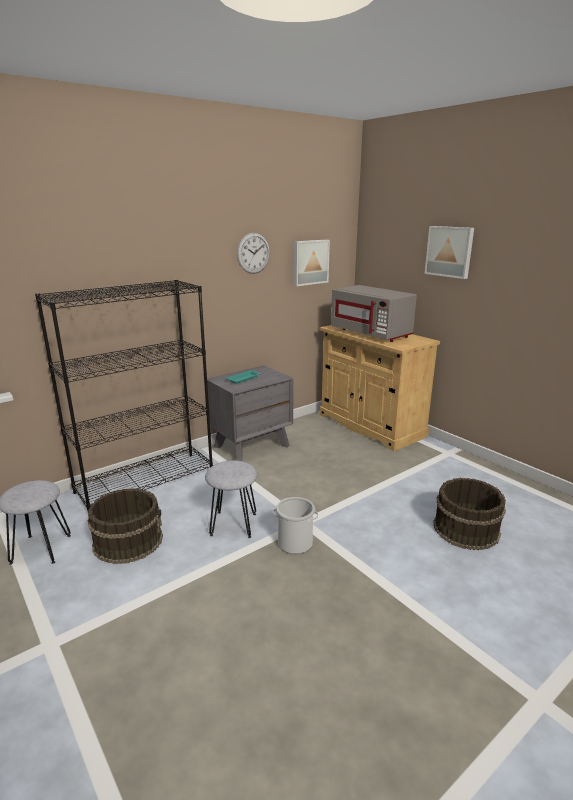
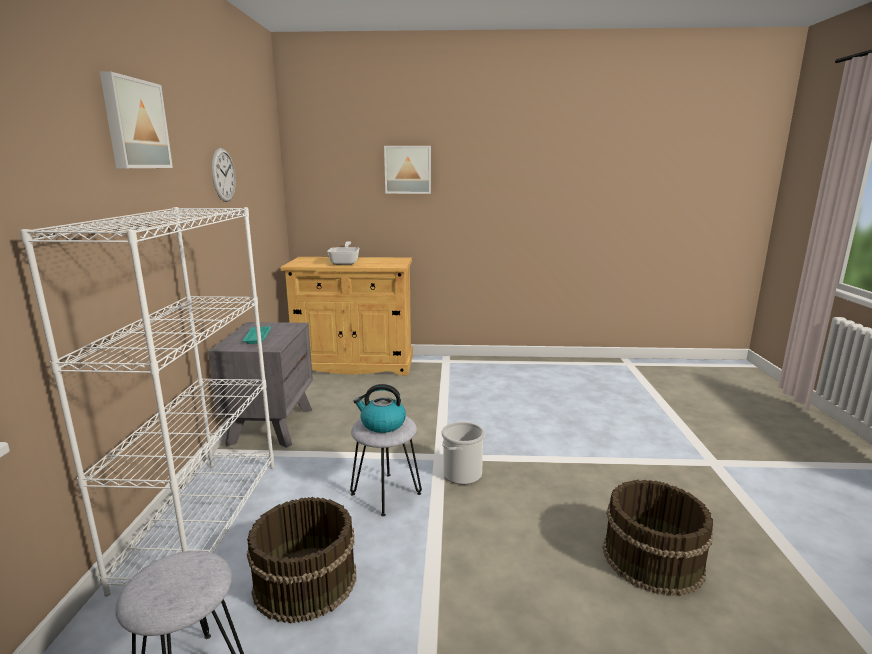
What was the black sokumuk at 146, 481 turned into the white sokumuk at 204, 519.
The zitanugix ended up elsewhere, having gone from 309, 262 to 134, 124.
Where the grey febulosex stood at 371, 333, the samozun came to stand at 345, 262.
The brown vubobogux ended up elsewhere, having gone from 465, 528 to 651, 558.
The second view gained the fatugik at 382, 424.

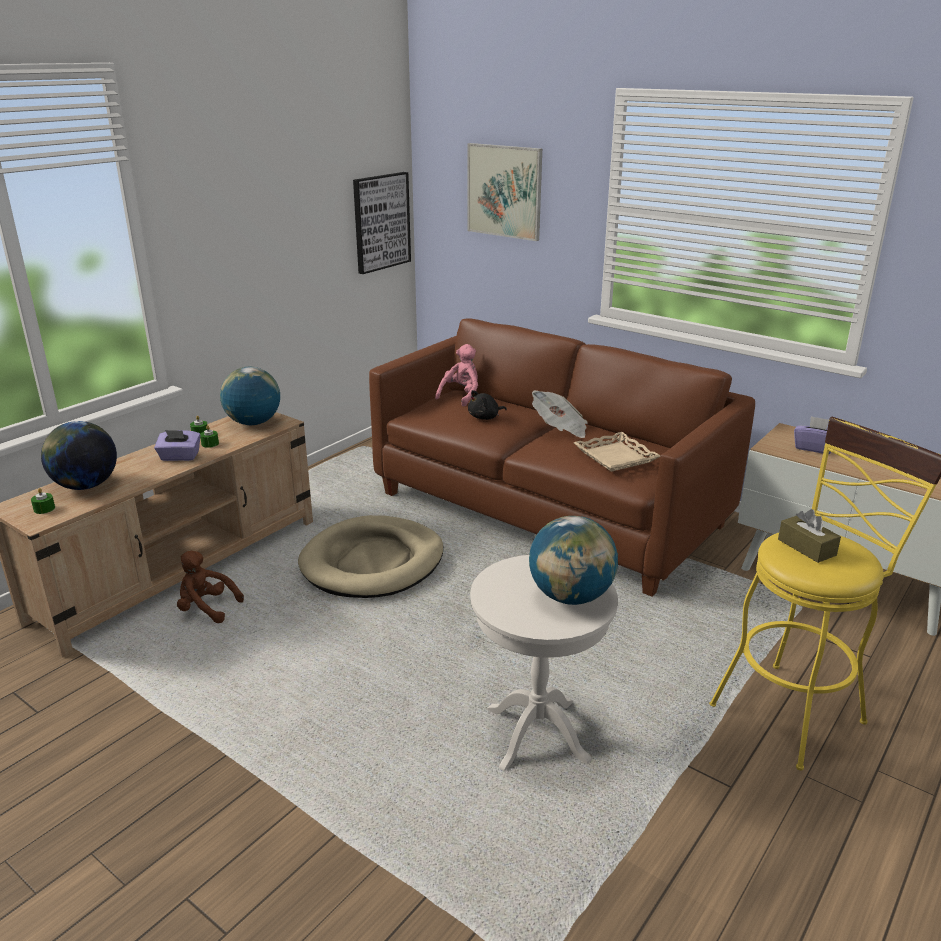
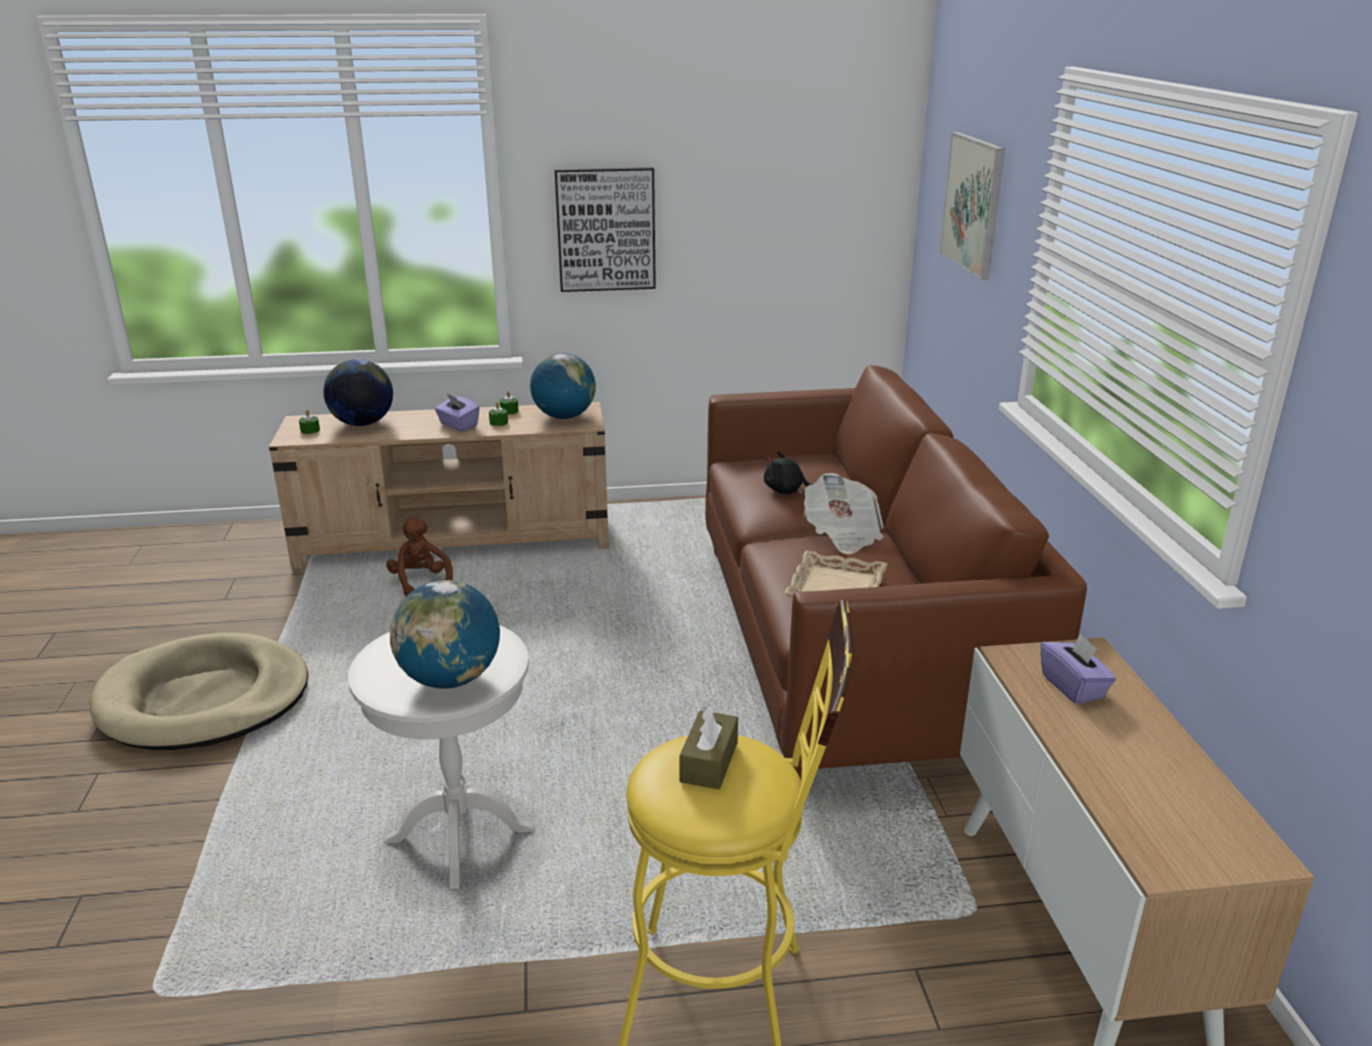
The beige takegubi ended up elsewhere, having gone from 373, 562 to 204, 699.
The zitanugix ended up elsewhere, having gone from 381, 222 to 606, 229.
The second view lost the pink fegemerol at 461, 396.

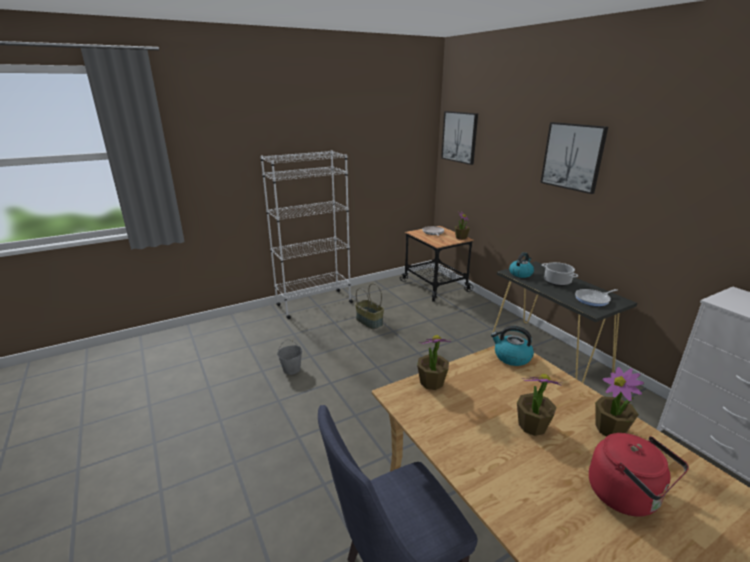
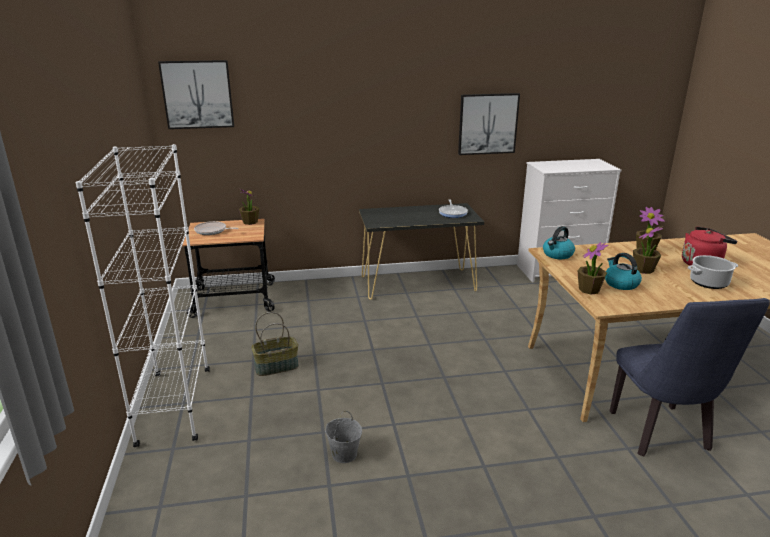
The fatugik ended up elsewhere, having gone from 520, 273 to 620, 283.
The zitanugix ended up elsewhere, having gone from 573, 156 to 487, 124.
The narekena ended up elsewhere, having gone from 557, 282 to 709, 282.

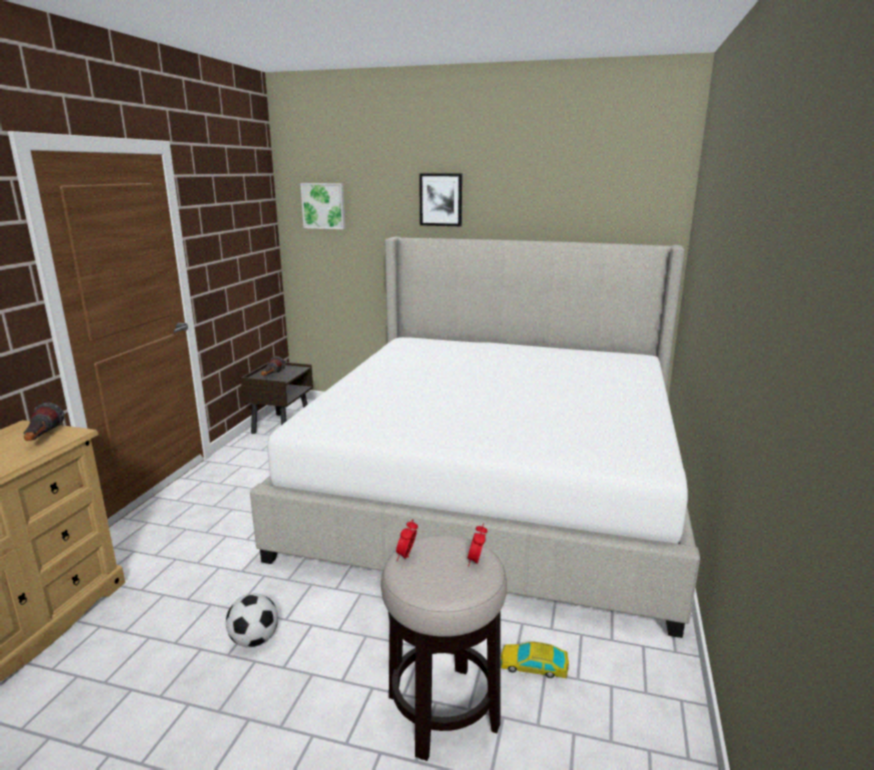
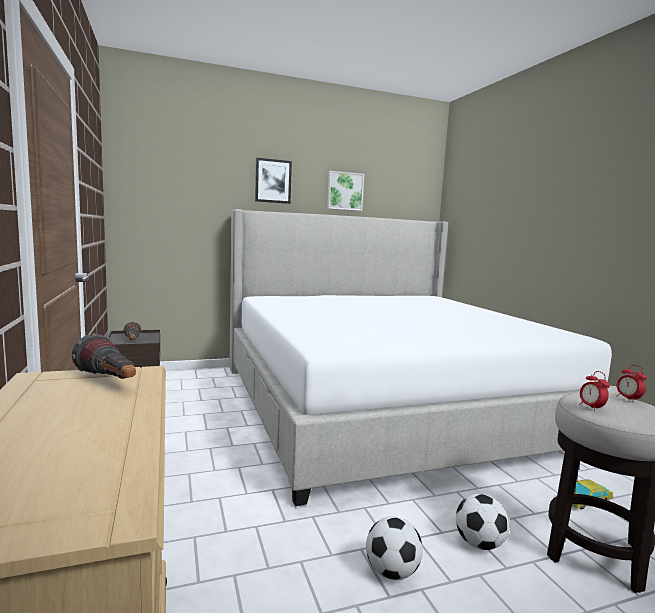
The zitanugix ended up elsewhere, having gone from 324, 206 to 345, 191.
The second view gained the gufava at 479, 544.

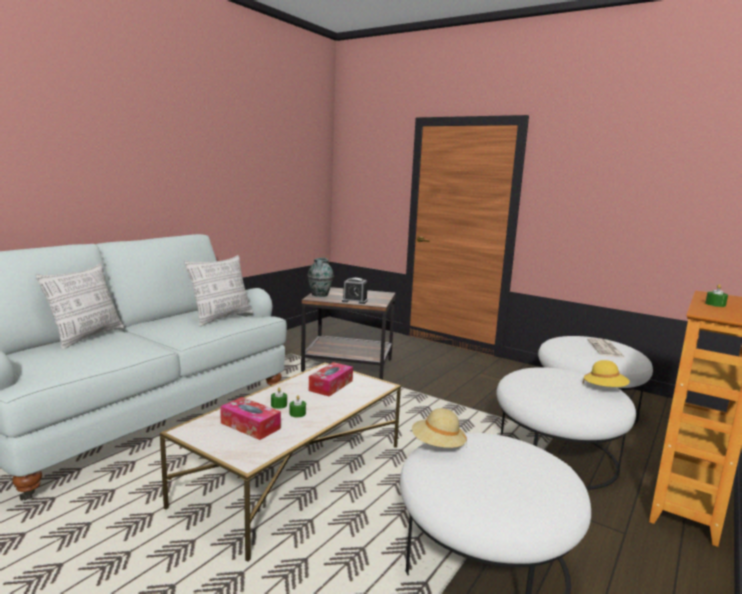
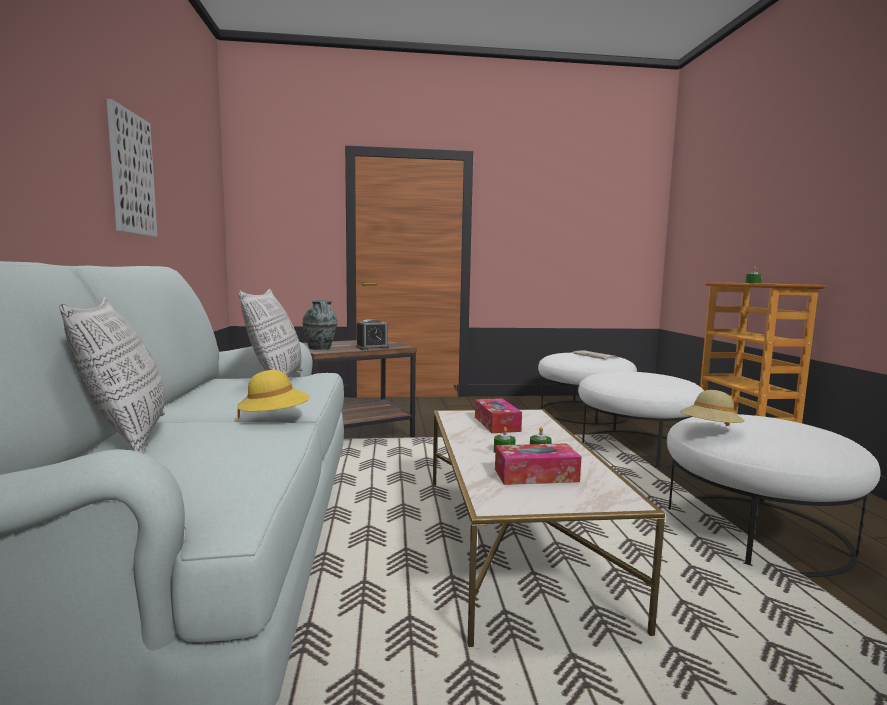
The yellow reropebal ended up elsewhere, having gone from 604, 389 to 274, 418.
The second view gained the zitanugix at 131, 173.

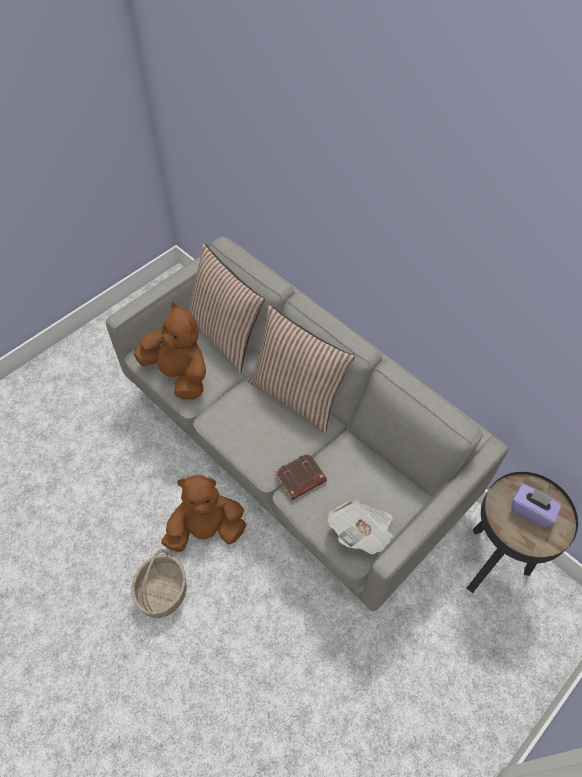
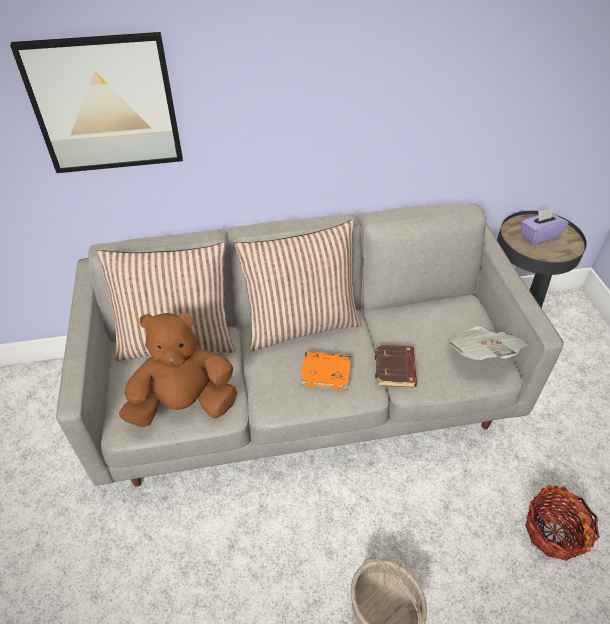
The second view lost the brown fegemerol at 206, 530.
The second view gained the zitanugix at 105, 105.
The second view gained the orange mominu at 326, 372.
The second view gained the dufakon at 553, 532.

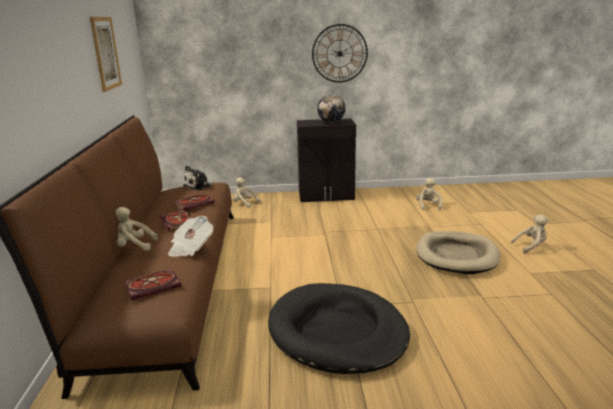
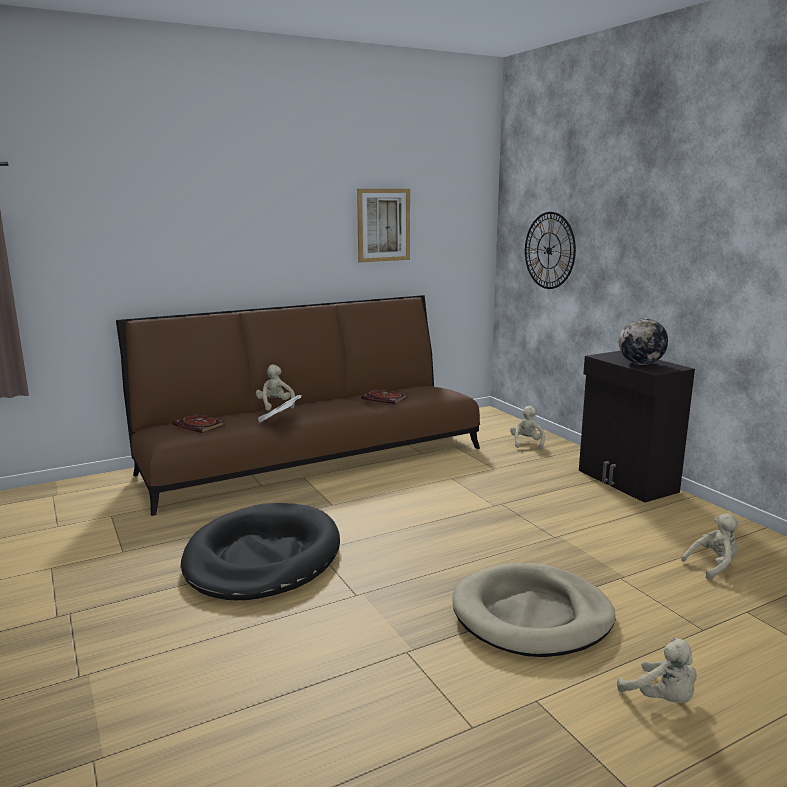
The second view lost the mominu at 178, 222.
The second view lost the fegemerol at 199, 186.
The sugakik ended up elsewhere, having gone from 339, 53 to 549, 250.

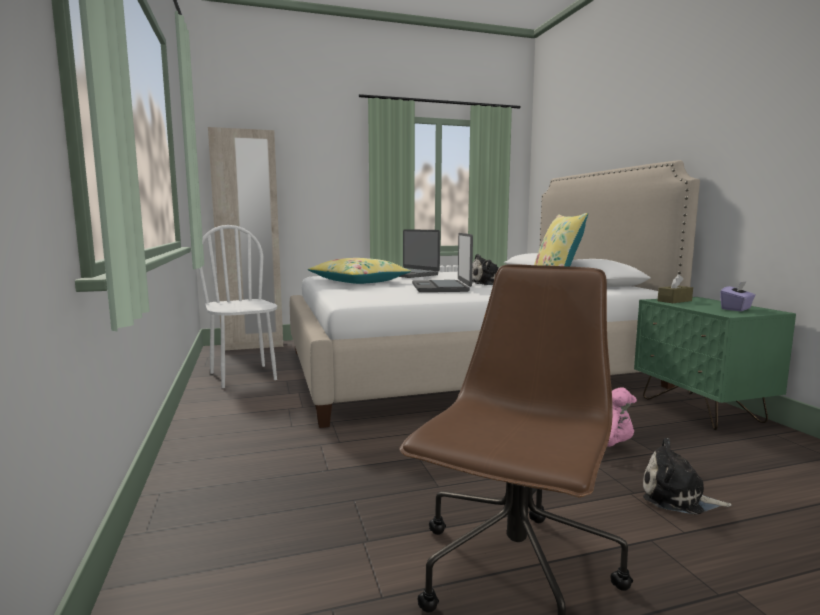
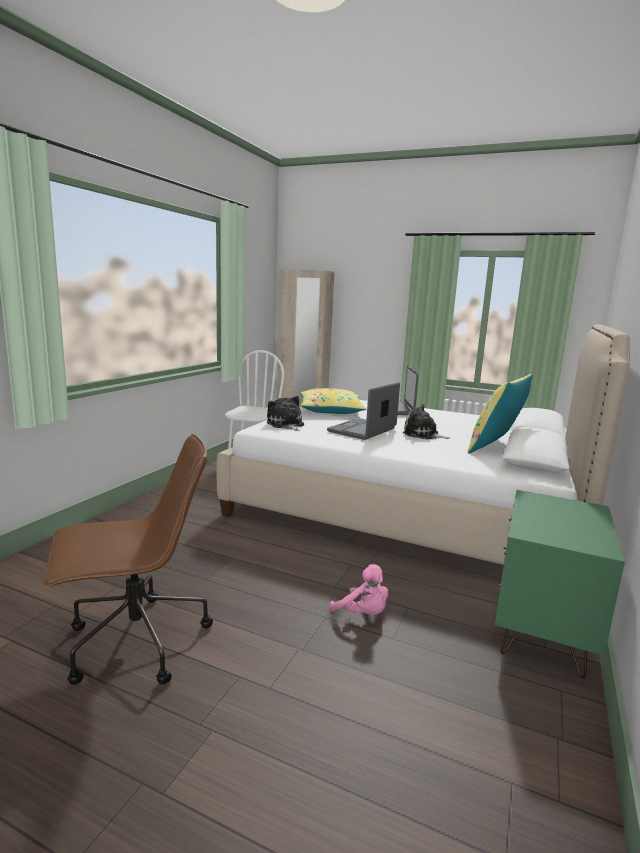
The fegemerol ended up elsewhere, having gone from 677, 498 to 286, 424.
The second view lost the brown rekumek at 674, 301.
The second view lost the purple rekumek at 736, 309.

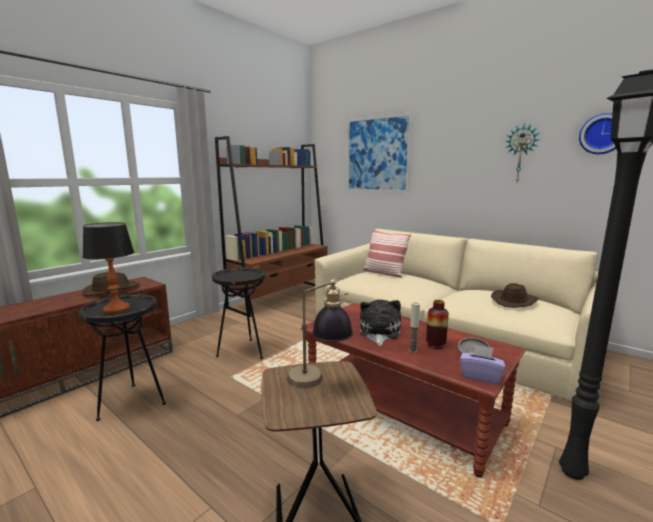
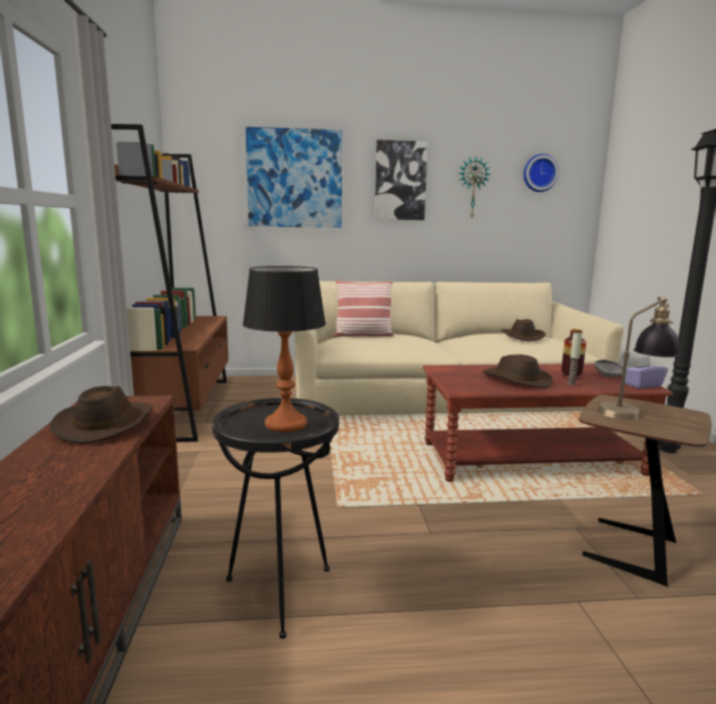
The second view lost the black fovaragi at 243, 351.
Where the fegemerol stood at 379, 332, the brown reropebal came to stand at 515, 380.
The second view gained the zitanugix at 400, 181.

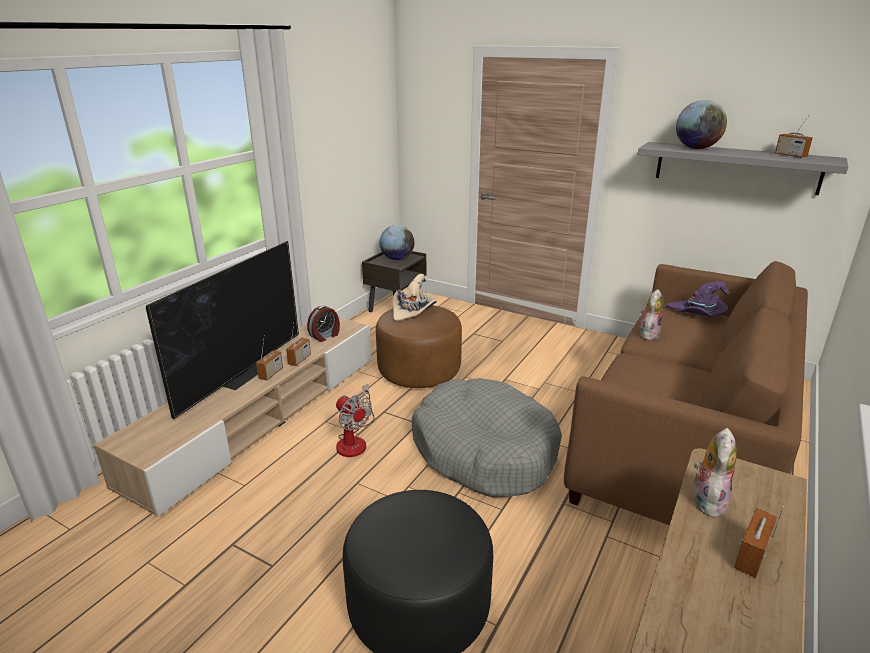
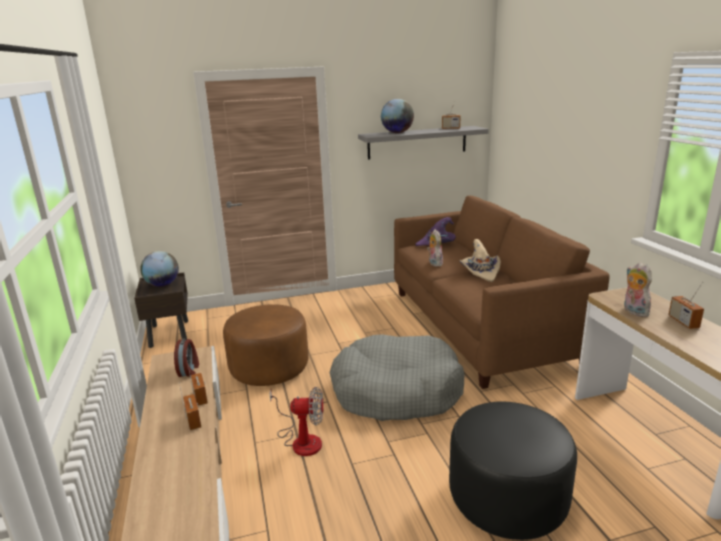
The second view lost the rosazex at 242, 374.
The beige reropebal ended up elsewhere, having gone from 413, 311 to 480, 272.

